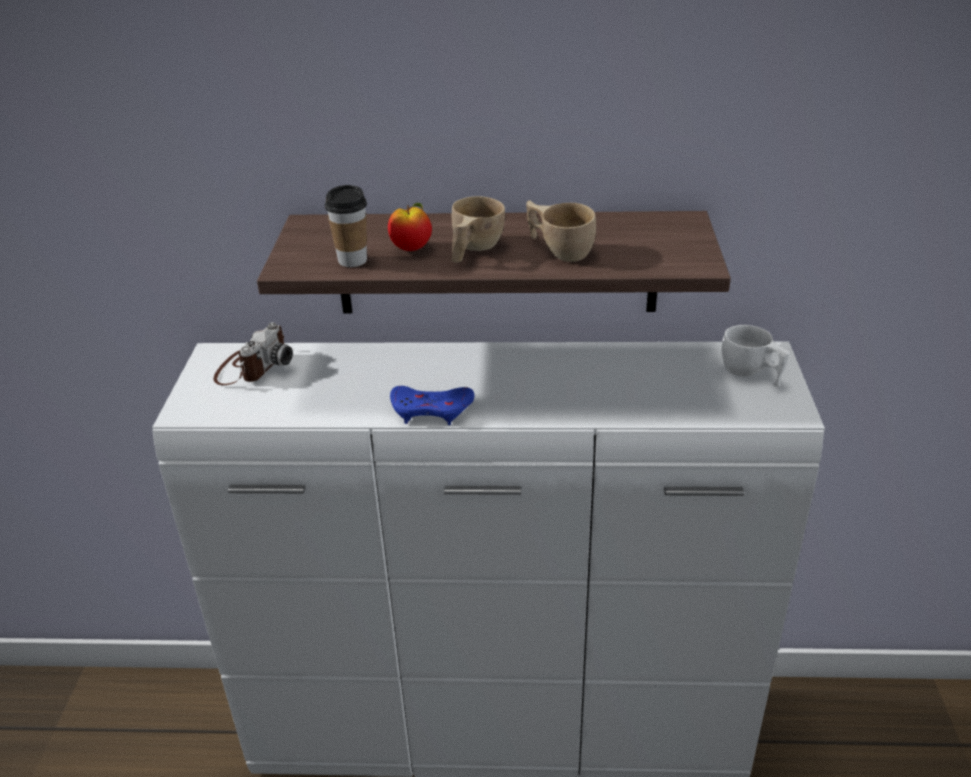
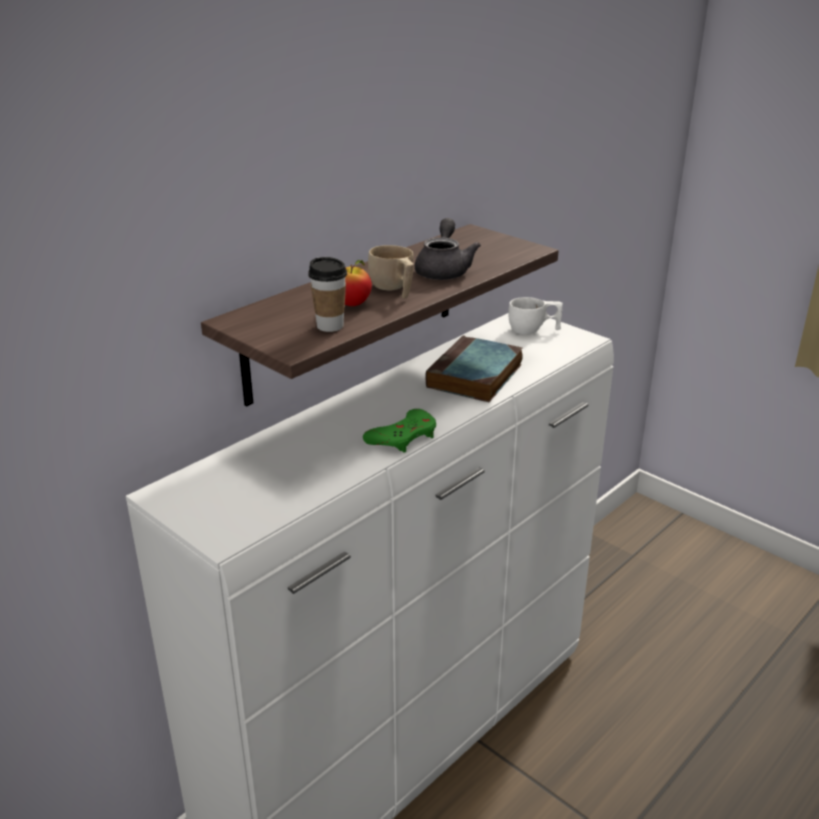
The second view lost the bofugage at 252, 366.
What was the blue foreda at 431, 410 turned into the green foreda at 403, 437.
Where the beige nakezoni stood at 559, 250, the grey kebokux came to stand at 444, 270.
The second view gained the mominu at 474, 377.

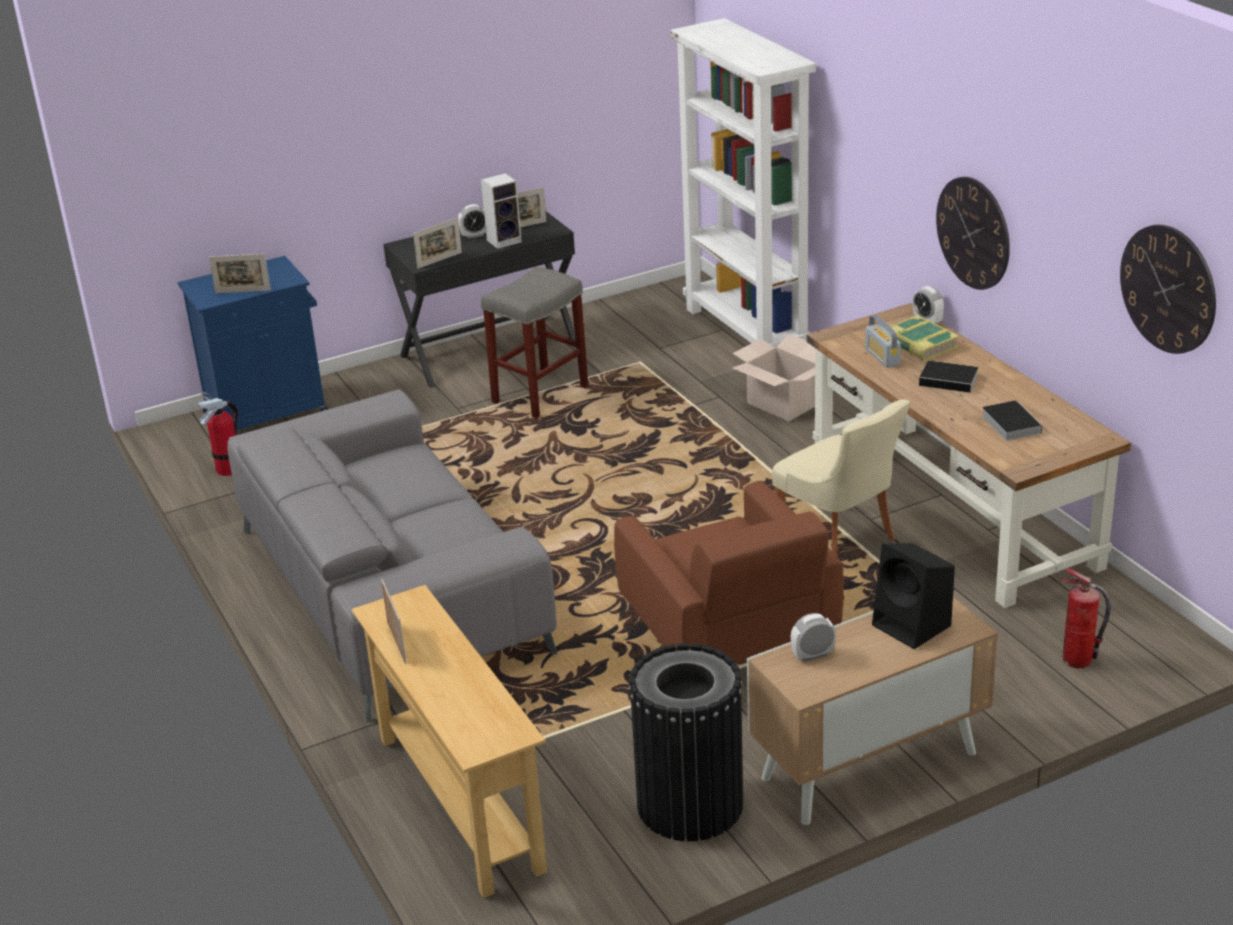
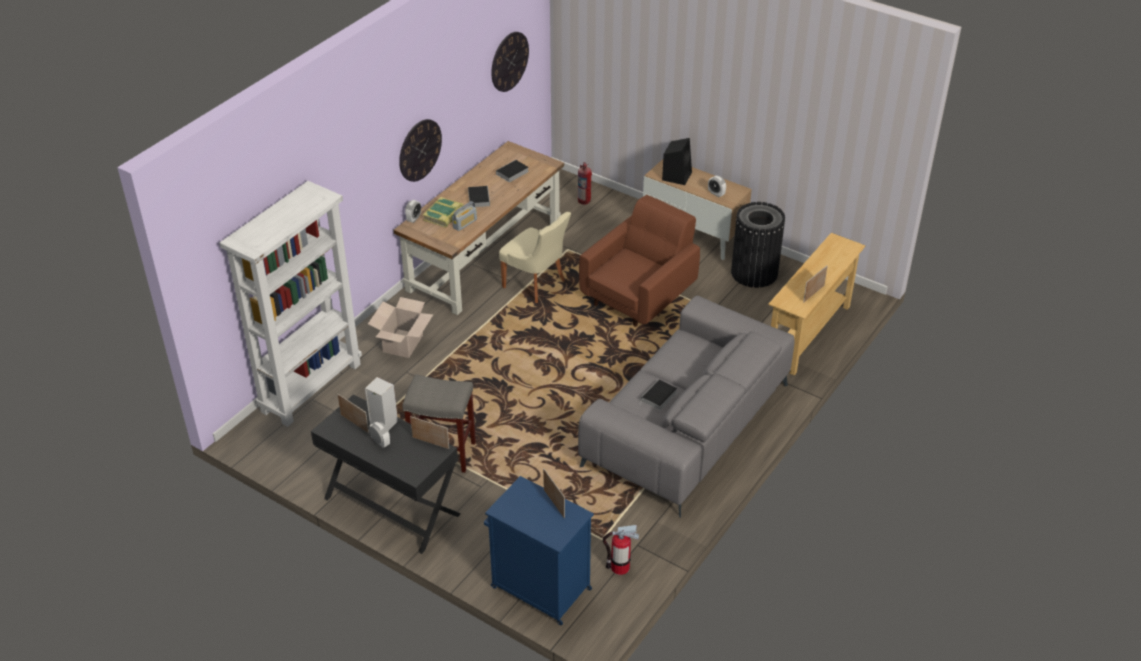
The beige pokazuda at 839, 541 ended up facing another way, 105 degrees clockwise from before.
The second view gained the mominu at 658, 397.

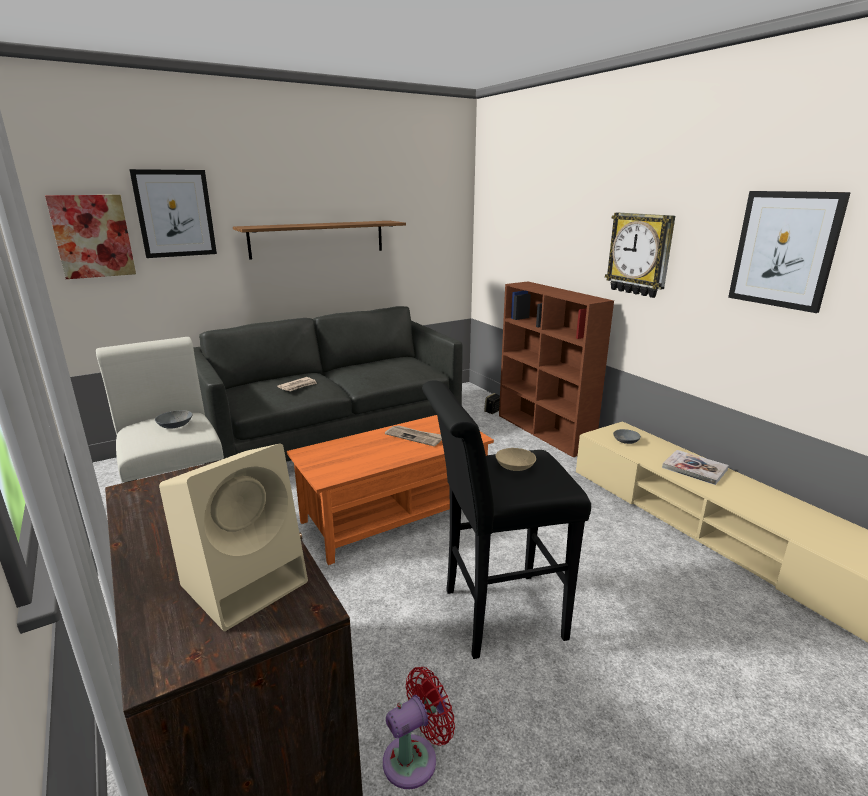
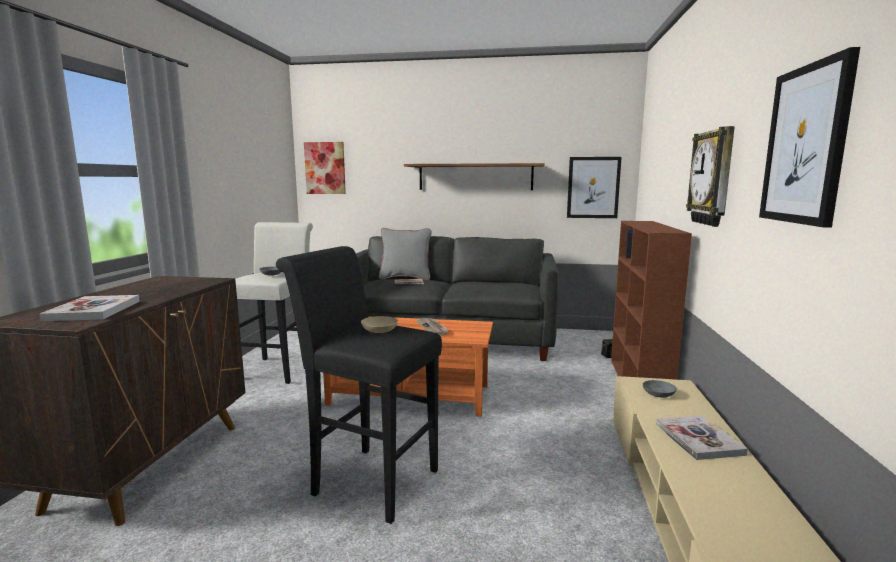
The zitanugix ended up elsewhere, having gone from 175, 213 to 593, 187.
Where the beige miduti stood at 247, 581, the mominu came to stand at 93, 310.
The second view lost the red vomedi at 415, 758.
The second view gained the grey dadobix at 405, 278.

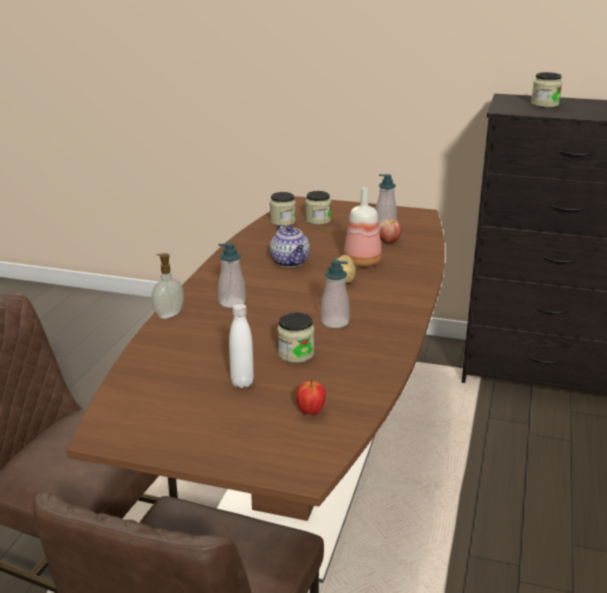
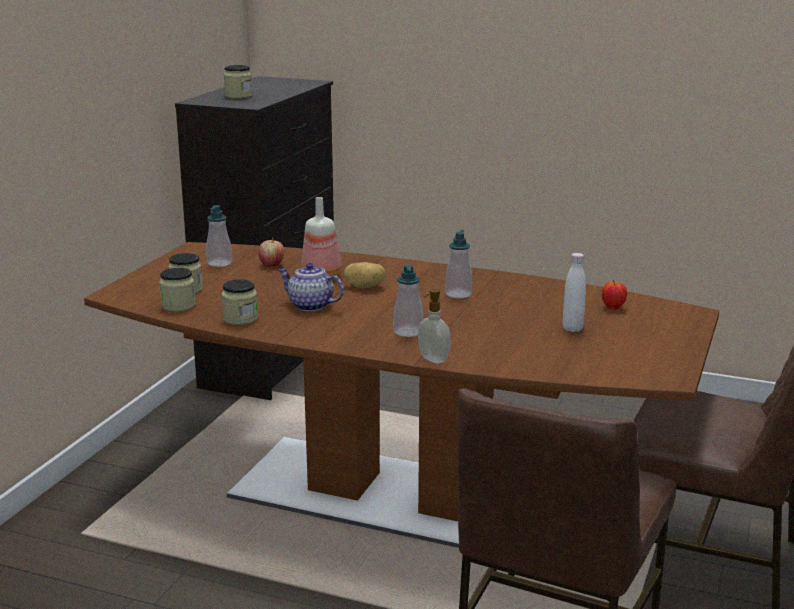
The kebokux at 290, 262 ended up facing another way, 135 degrees counterclockwise from before.
The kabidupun ended up elsewhere, having gone from 295, 354 to 240, 319.

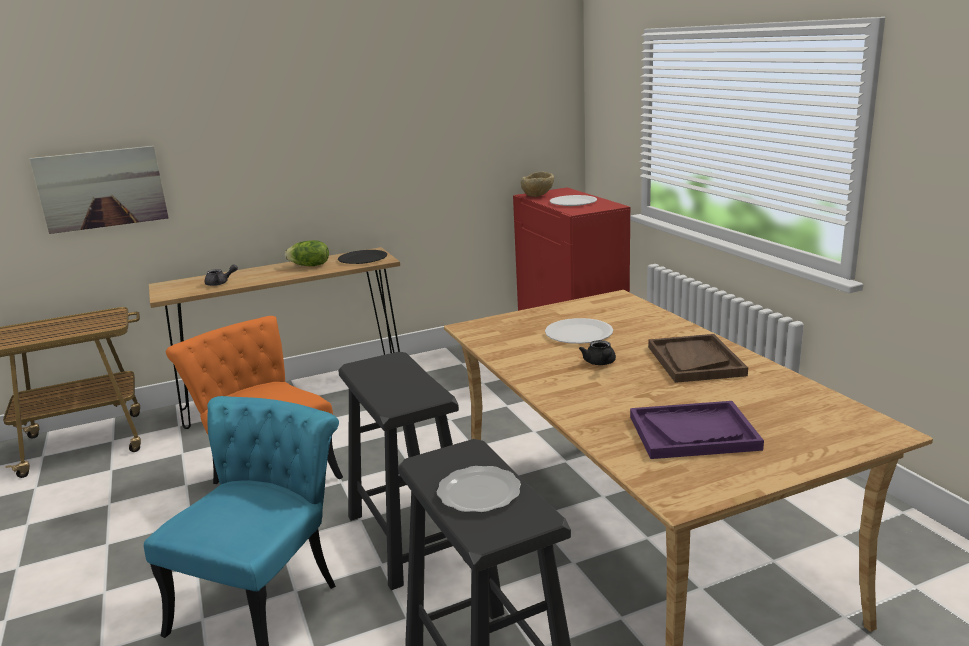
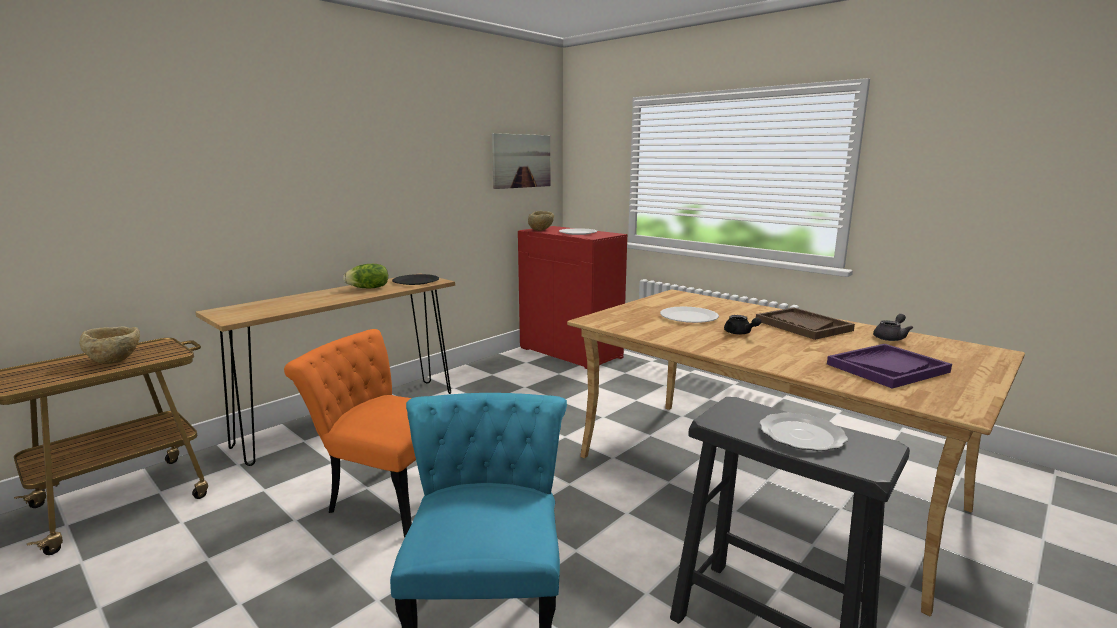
The zitanugix ended up elsewhere, having gone from 102, 189 to 521, 161.
The grey kebokux ended up elsewhere, having gone from 220, 283 to 891, 337.
The second view lost the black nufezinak at 409, 536.
The second view gained the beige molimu at 116, 361.

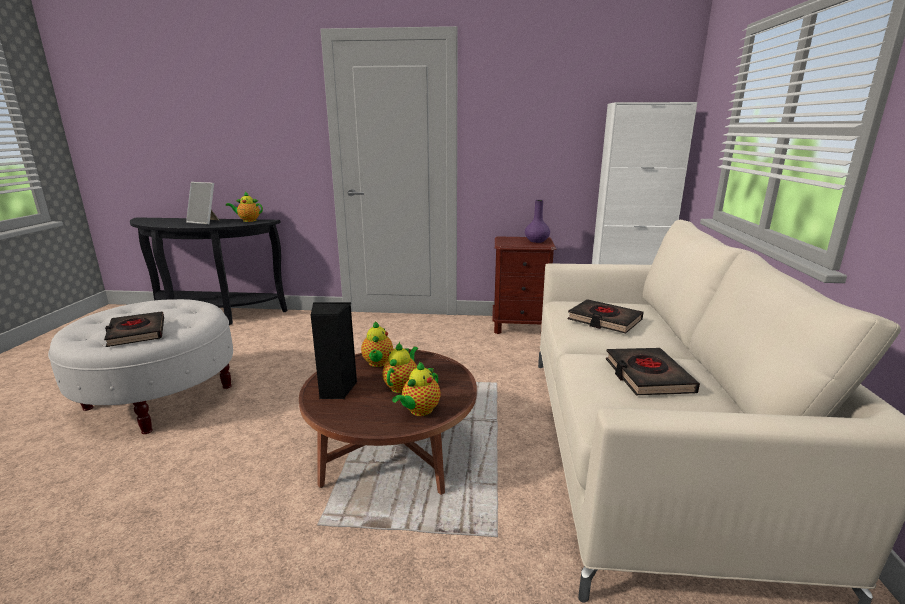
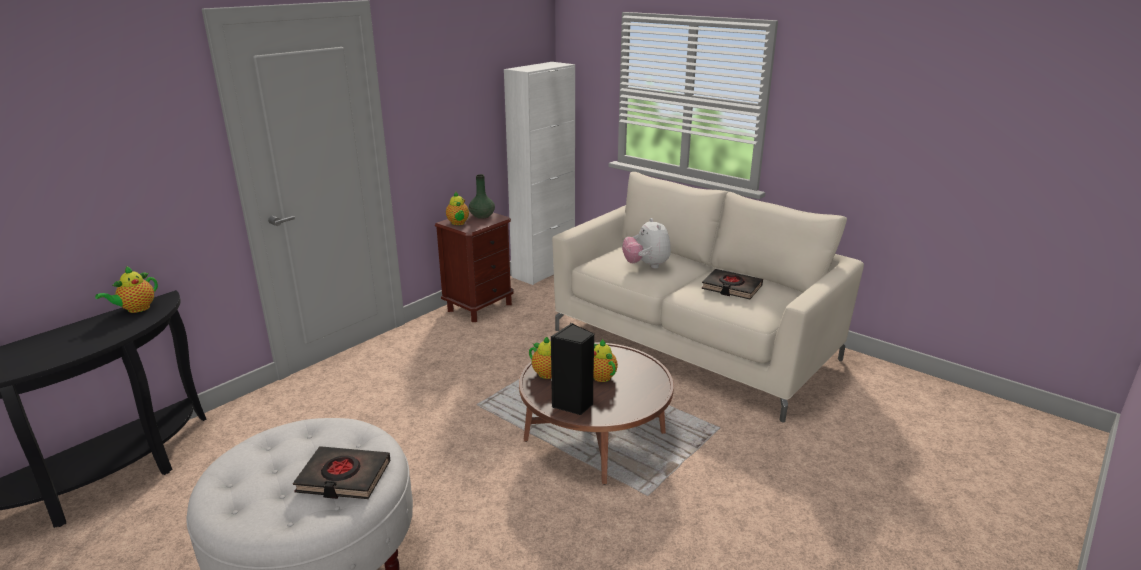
The second view lost the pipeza at 205, 222.
The kebokux ended up elsewhere, having gone from 419, 411 to 458, 223.
What was the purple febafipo at 536, 241 turned into the green febafipo at 481, 216.
Where the black mominu stood at 604, 320, the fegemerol came to stand at 646, 266.

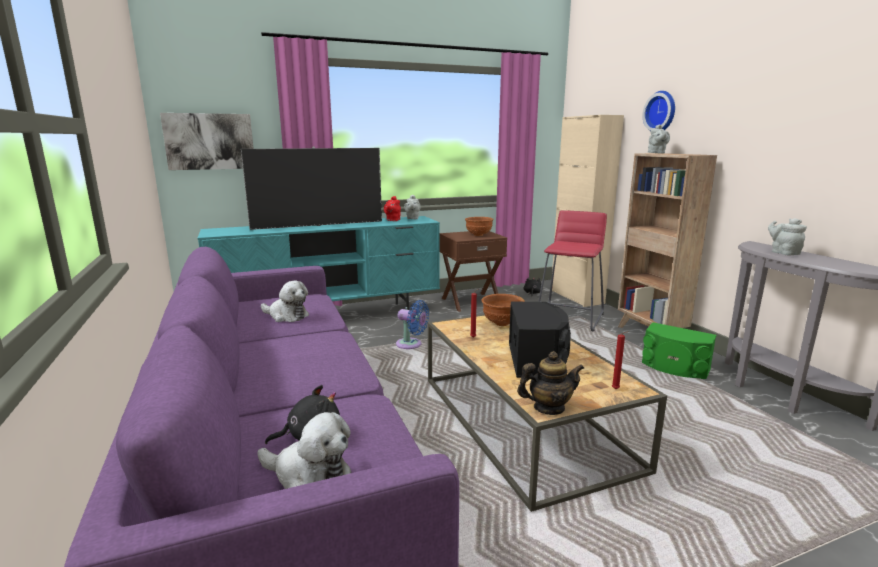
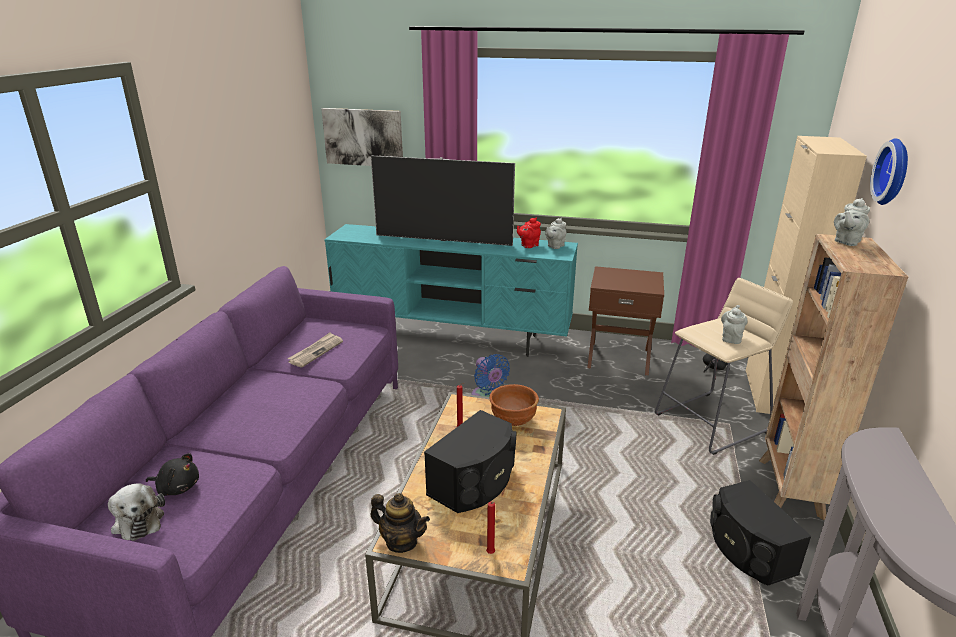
Where the fegemerol stood at 286, 316, the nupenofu came to stand at 316, 351.
The second view lost the brown molimu at 478, 235.
What was the red nufezinak at 569, 317 turned into the beige nufezinak at 711, 422.
What was the green miduti at 674, 367 turned into the black miduti at 747, 550.
The grey kebokux ended up elsewhere, having gone from 783, 252 to 731, 338.

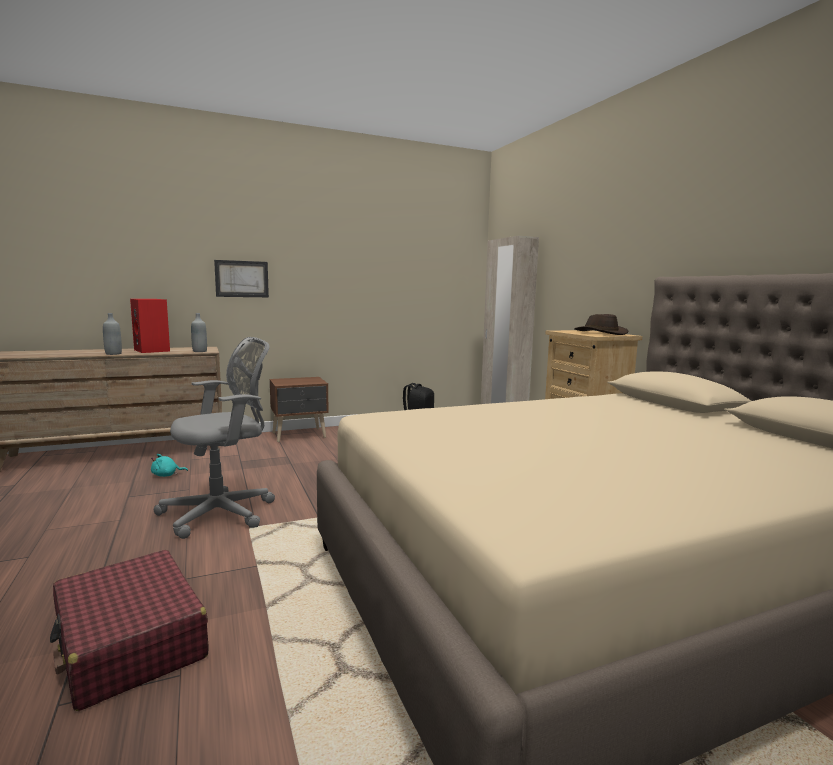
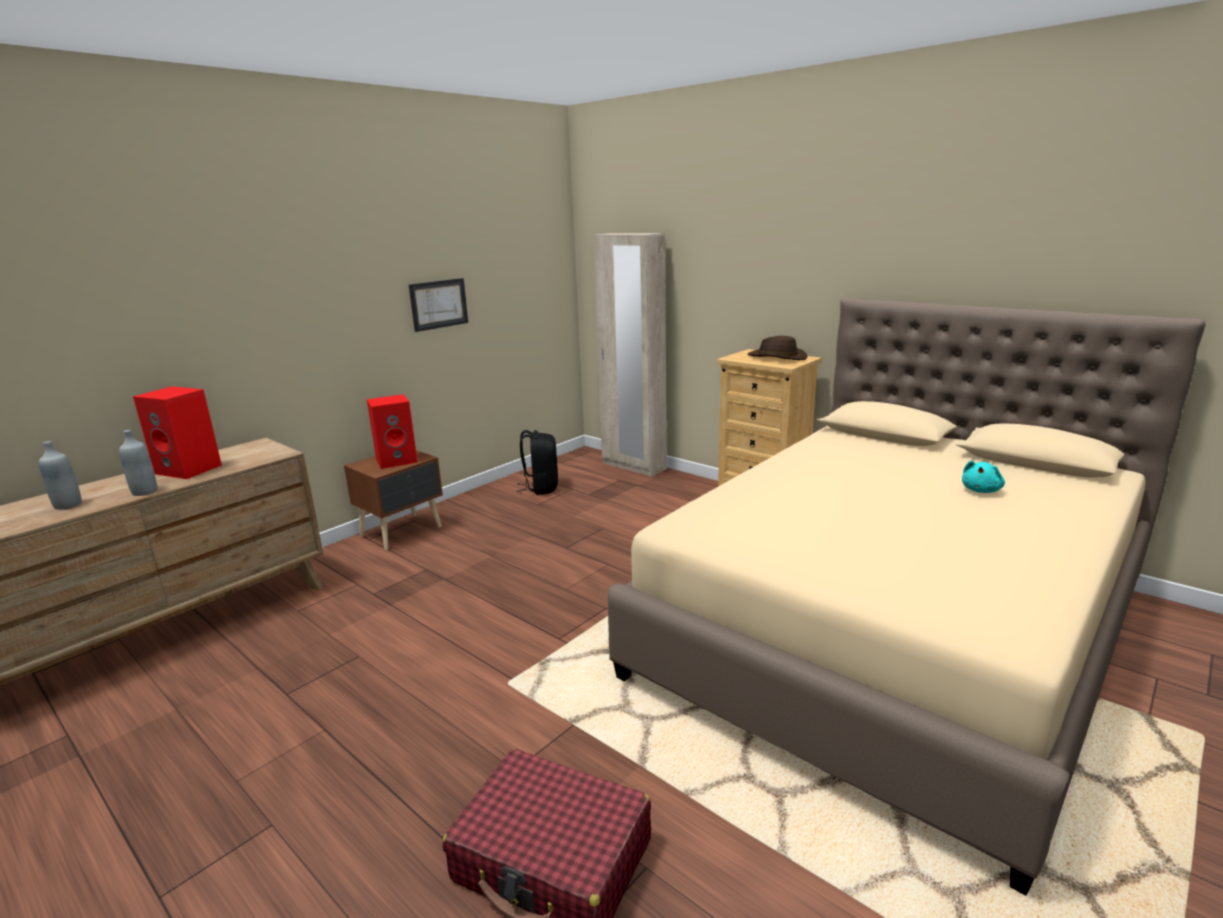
The turquoise fegemerol ended up elsewhere, having gone from 166, 475 to 981, 490.
The second view lost the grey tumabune at 223, 513.
The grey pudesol ended up elsewhere, having gone from 199, 351 to 68, 505.
The zitanugix ended up elsewhere, having gone from 242, 279 to 438, 304.
The second view gained the red miduti at 397, 460.

